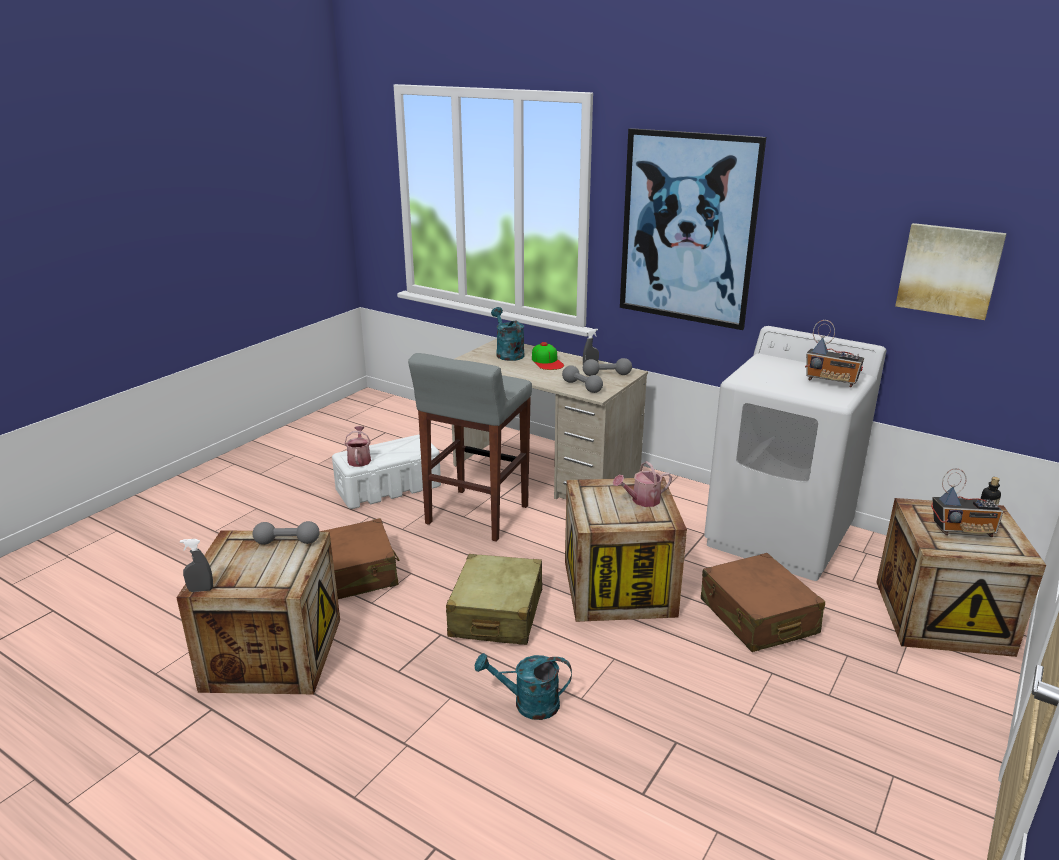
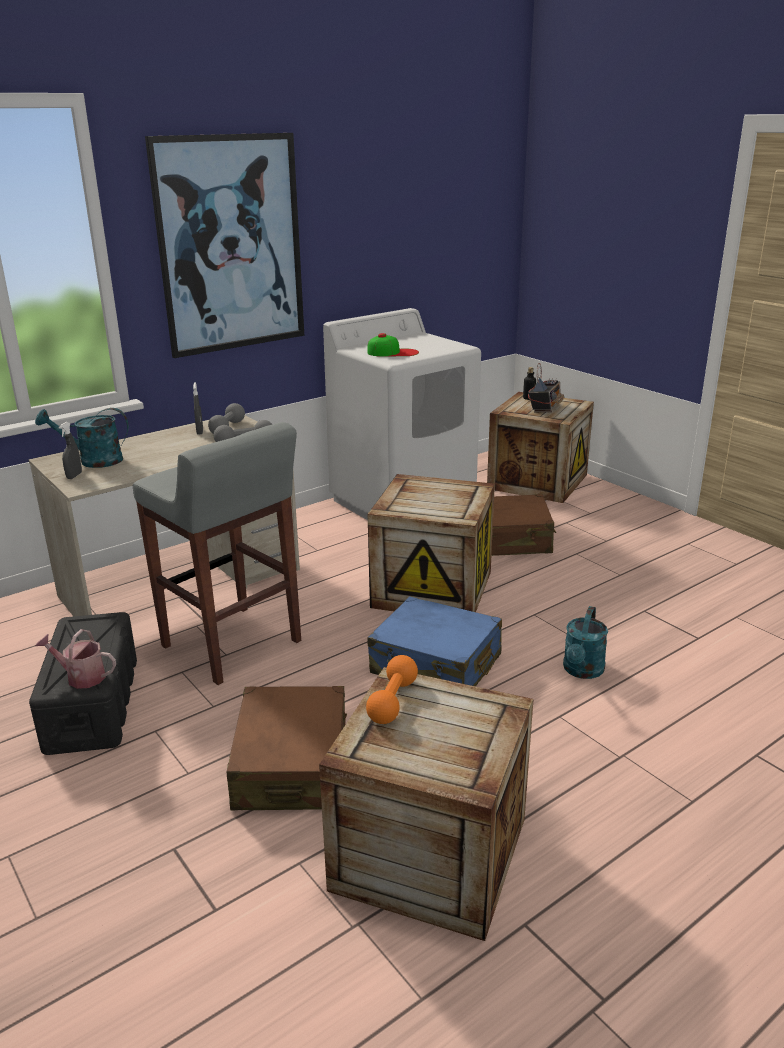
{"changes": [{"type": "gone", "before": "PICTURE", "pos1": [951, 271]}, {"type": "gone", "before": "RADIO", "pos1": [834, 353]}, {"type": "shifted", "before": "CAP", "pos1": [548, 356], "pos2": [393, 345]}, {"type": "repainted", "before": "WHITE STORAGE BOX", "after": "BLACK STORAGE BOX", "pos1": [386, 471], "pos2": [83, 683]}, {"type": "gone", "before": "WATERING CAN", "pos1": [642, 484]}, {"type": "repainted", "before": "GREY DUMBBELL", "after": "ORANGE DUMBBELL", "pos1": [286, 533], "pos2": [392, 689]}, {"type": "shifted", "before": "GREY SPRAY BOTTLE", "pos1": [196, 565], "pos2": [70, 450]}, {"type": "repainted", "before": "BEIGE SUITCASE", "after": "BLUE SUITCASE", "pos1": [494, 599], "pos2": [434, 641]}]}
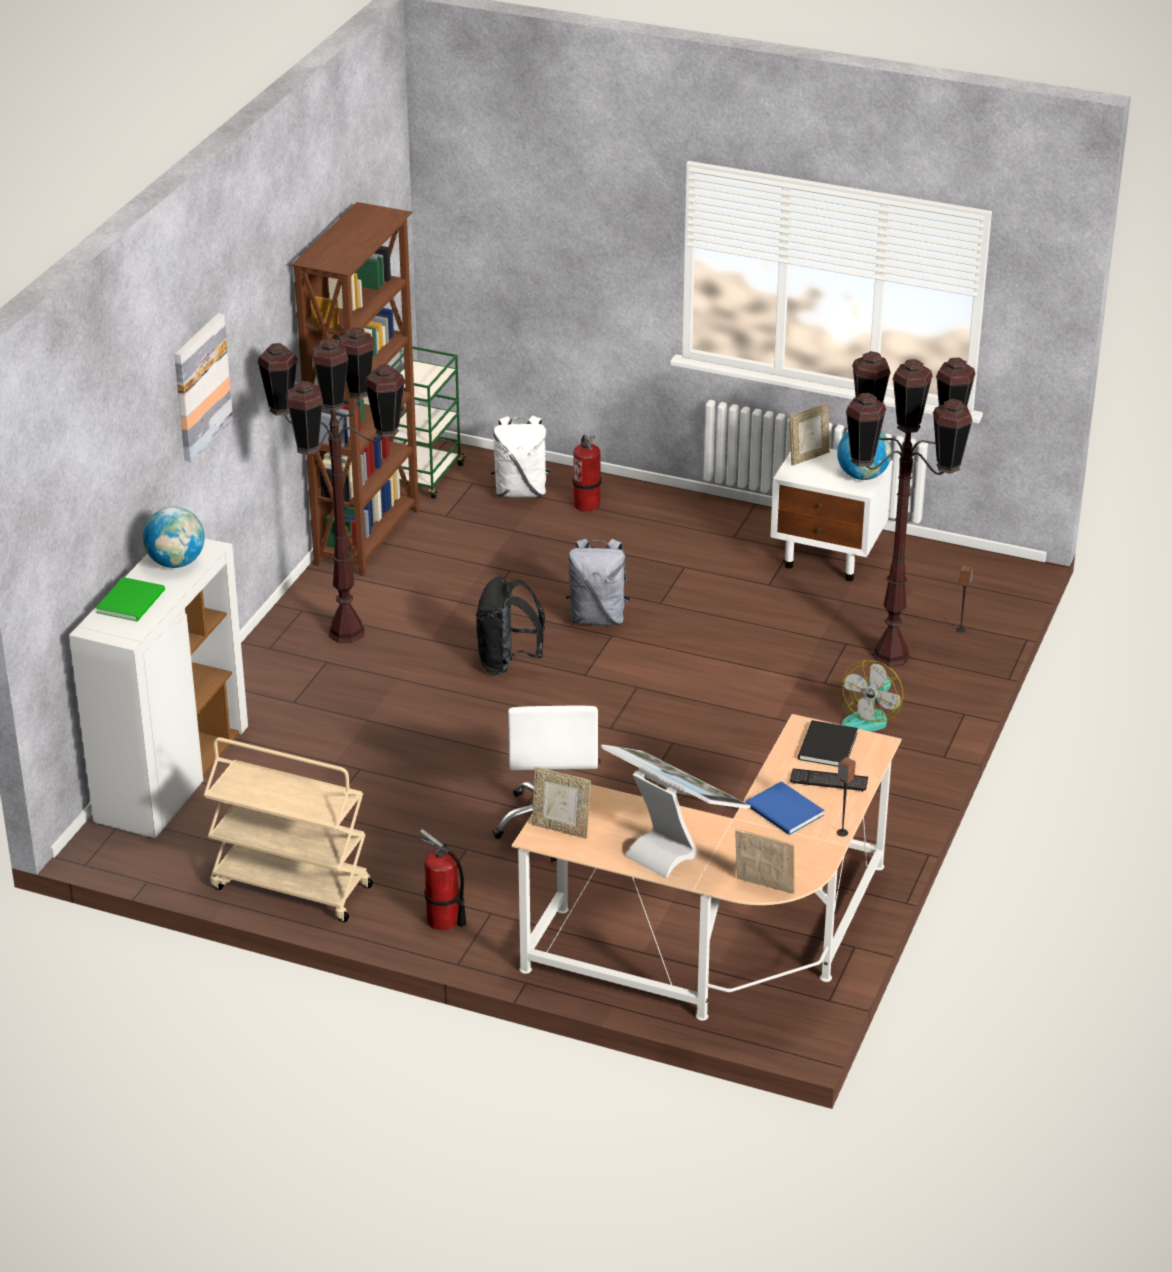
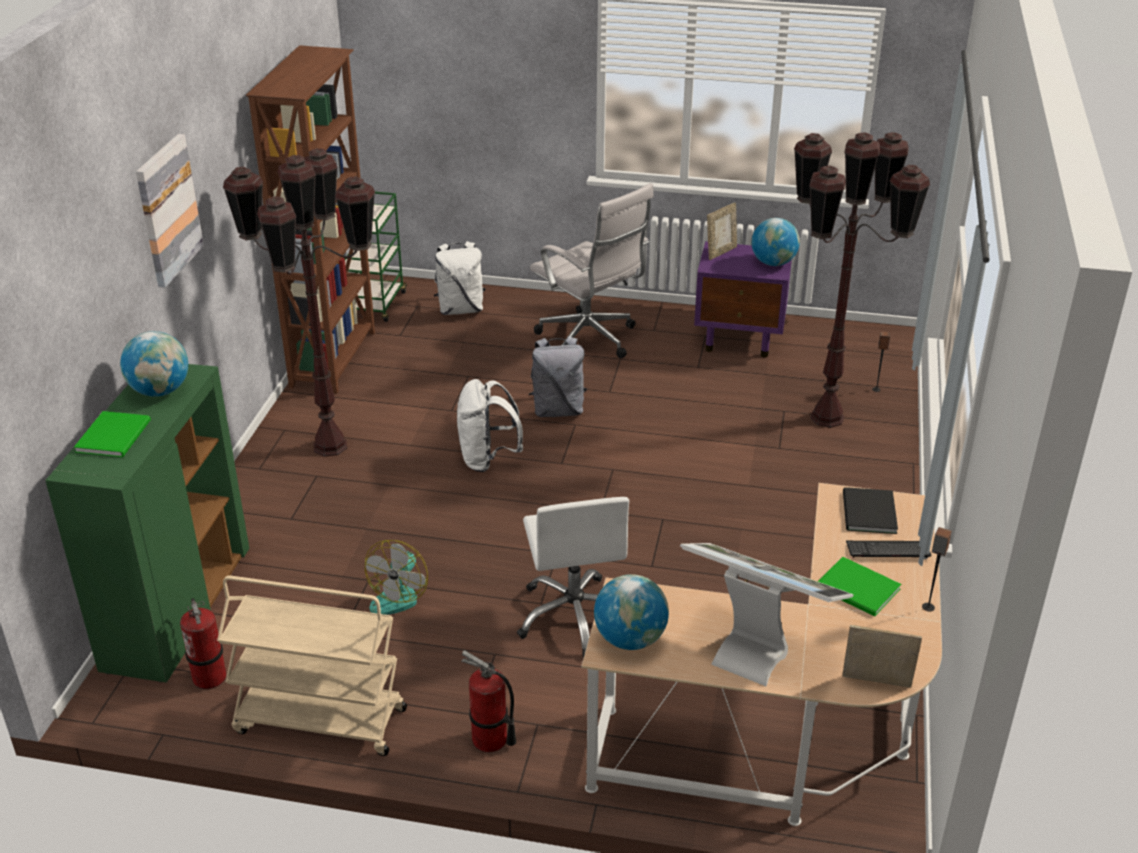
{"changes": [{"type": "shifted", "before": "FIRE EXTINGUISHER", "pos1": [587, 473], "pos2": [203, 643]}, {"type": "repainted", "before": "WHITE NIGHTSTAND", "after": "PURPLE NIGHTSTAND", "pos1": [831, 514], "pos2": [743, 299]}, {"type": "repainted", "before": "WHITE CABINET", "after": "GREEN CABINET", "pos1": [158, 688], "pos2": [147, 523]}, {"type": "repainted", "before": "BLACK BACKPACK", "after": "WHITE BACKPACK", "pos1": [510, 626], "pos2": [490, 425]}, {"type": "shifted", "before": "FAN", "pos1": [872, 696], "pos2": [396, 577]}, {"type": "swapped", "before": "PICTURE FRAME", "after": "GLOBE", "pos1": [561, 803], "pos2": [631, 612]}, {"type": "repainted", "before": "BLUE BOOK", "after": "GREEN BOOK", "pos1": [784, 808], "pos2": [859, 587]}, {"type": "new", "after": "WHITE OFFICE CHAIR", "pos2": [592, 270]}]}
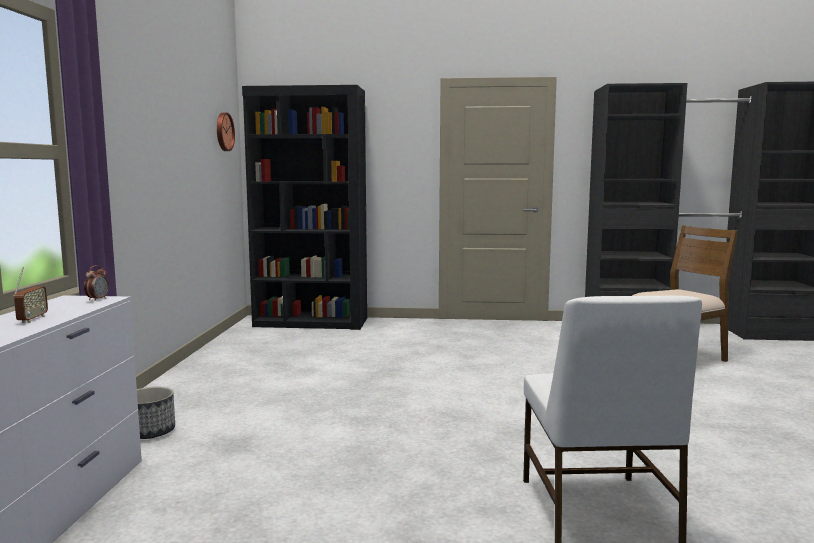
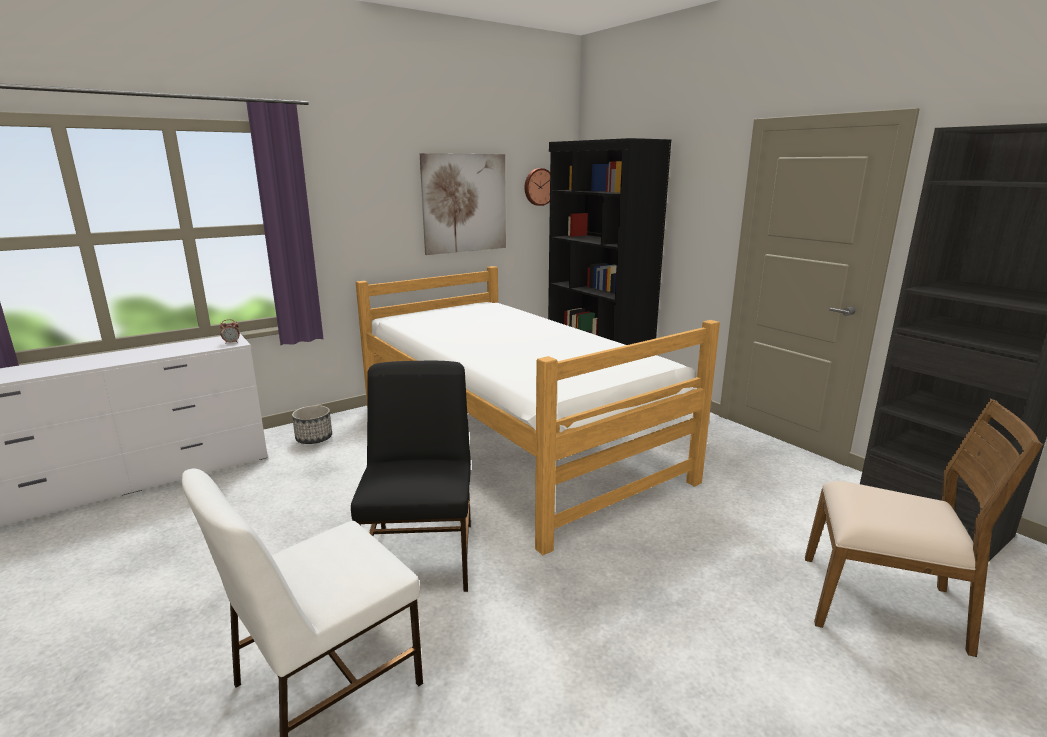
{"changes": [{"type": "gone", "before": "RADIO", "pos1": [30, 295]}, {"type": "new", "after": "PICTURE", "pos2": [463, 204]}, {"type": "new", "after": "BED", "pos2": [538, 410]}, {"type": "new", "after": "BLACK CHAIR", "pos2": [411, 476]}]}
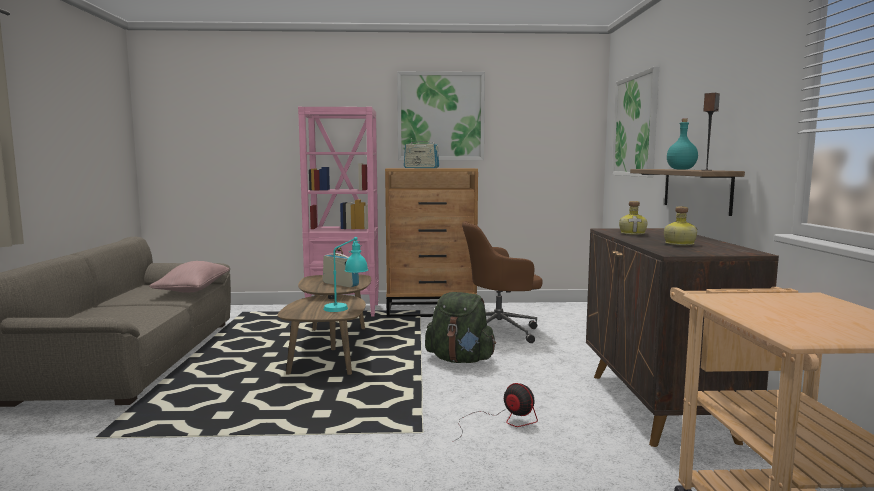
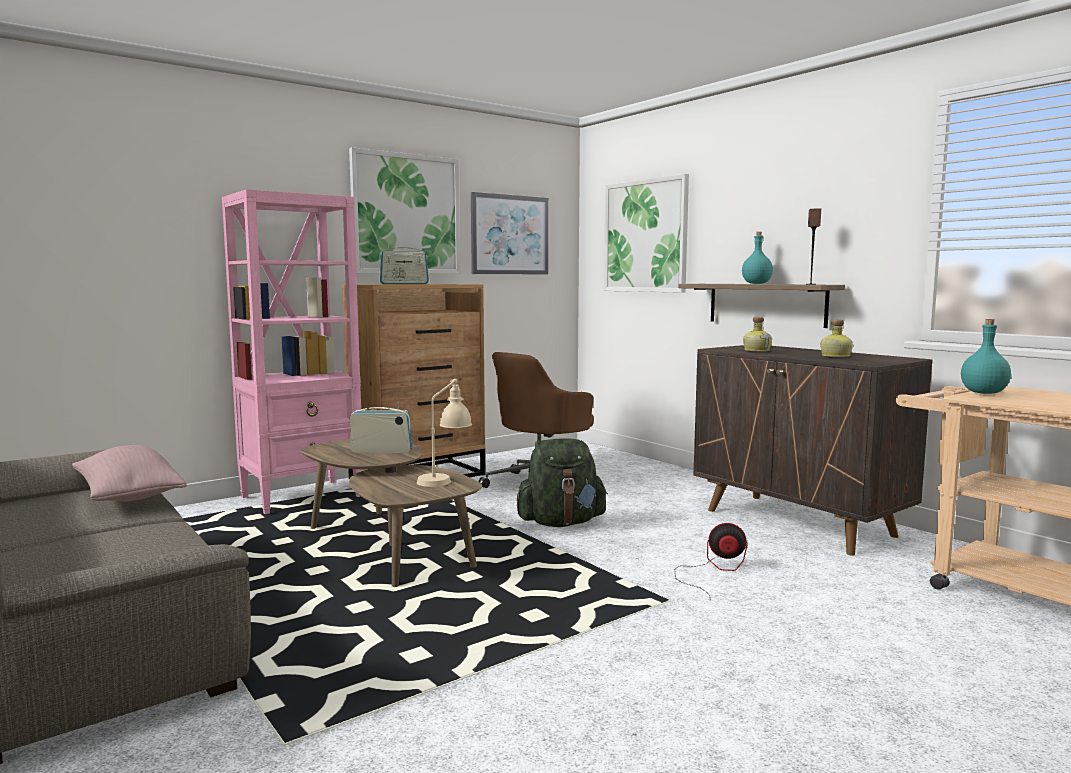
{"changes": [{"type": "repainted", "before": "TURQUOISE TABLE LAMP", "after": "BEIGE TABLE LAMP", "pos1": [345, 274], "pos2": [444, 433]}, {"type": "new", "after": "PICTURE", "pos2": [509, 233]}, {"type": "new", "after": "TURQUOISE BOTTLE", "pos2": [986, 356]}]}
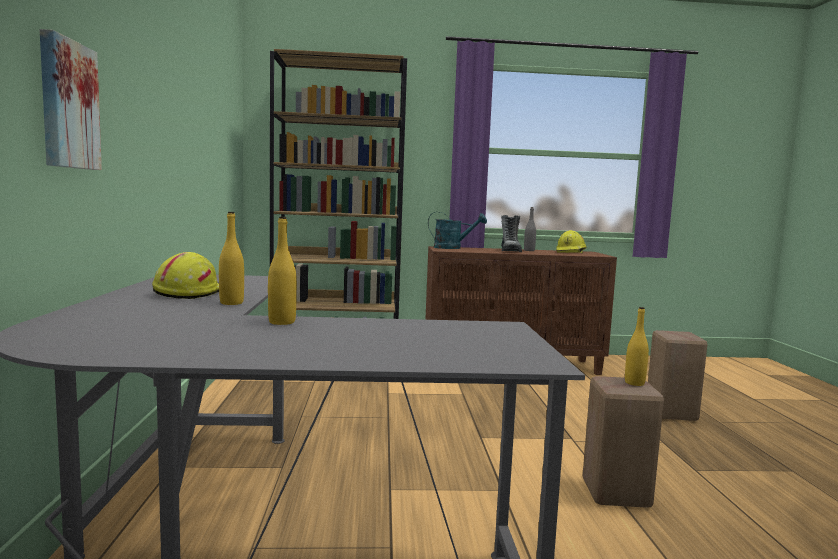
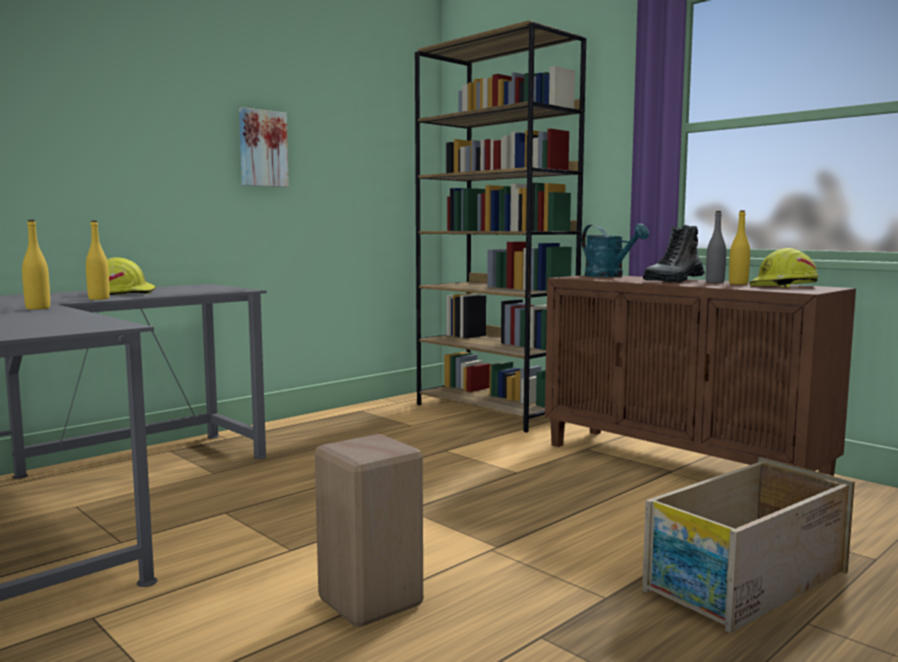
{"changes": [{"type": "shifted", "before": "PICTURE", "pos1": [71, 99], "pos2": [264, 147]}, {"type": "shifted", "before": "YELLOW BOTTLE", "pos1": [637, 346], "pos2": [739, 247]}, {"type": "swapped", "before": "BEIGE STOOL", "after": "CRATE", "pos1": [677, 375], "pos2": [748, 545]}]}
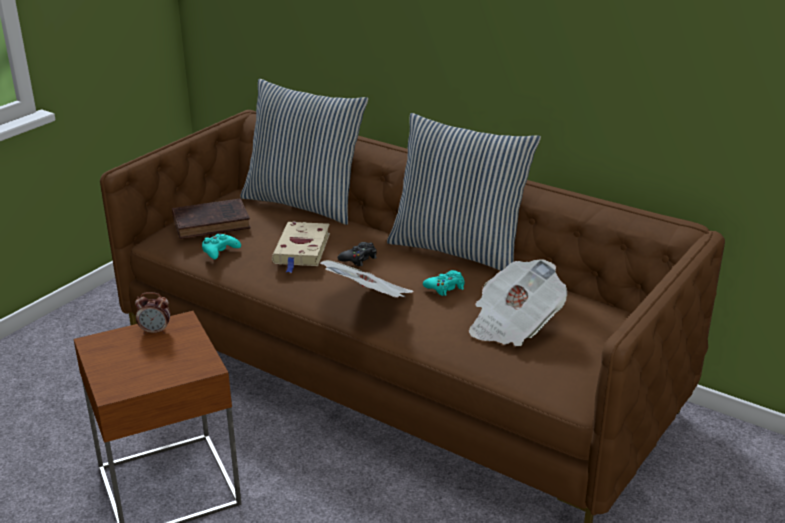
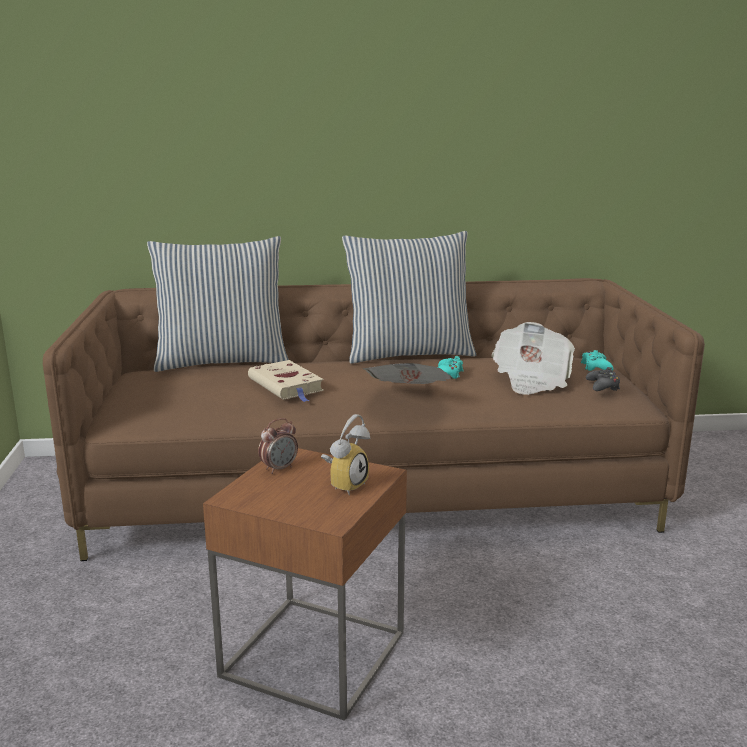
{"changes": [{"type": "gone", "before": "BROWN BOOK", "pos1": [211, 218]}, {"type": "shifted", "before": "TURQUOISE GAME CONTROLLER", "pos1": [221, 246], "pos2": [597, 360]}, {"type": "shifted", "before": "BLACK GAME CONTROLLER", "pos1": [357, 254], "pos2": [603, 379]}, {"type": "new", "after": "ALARM CLOCK", "pos2": [346, 454]}]}
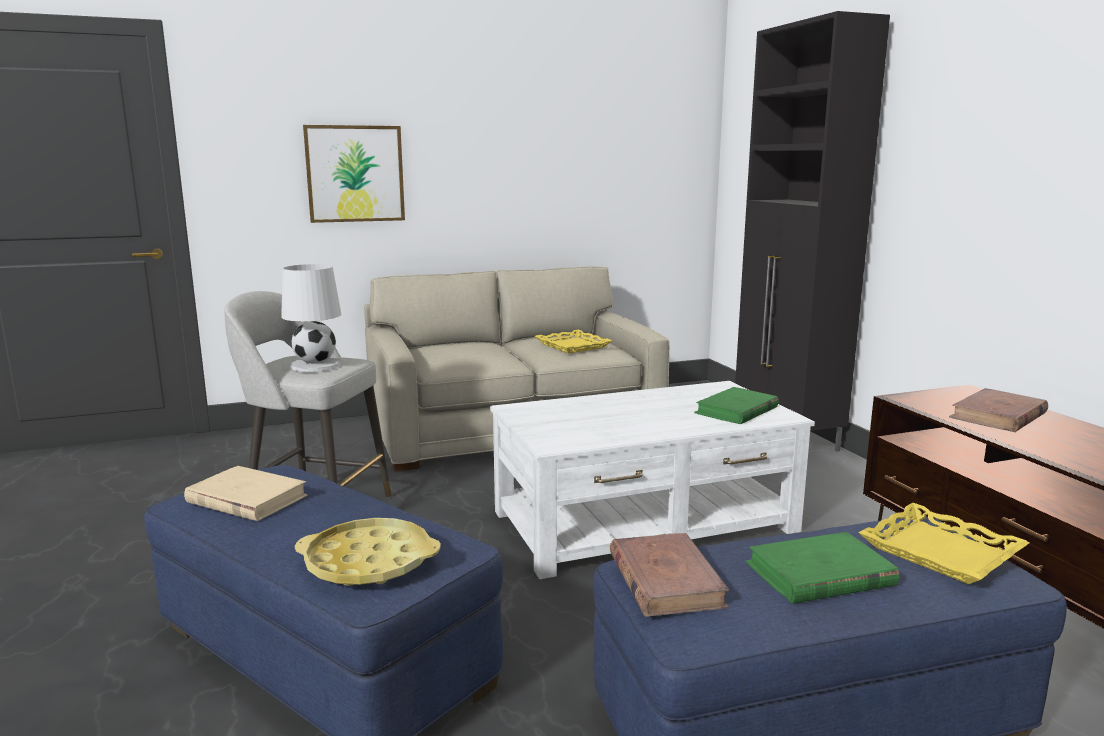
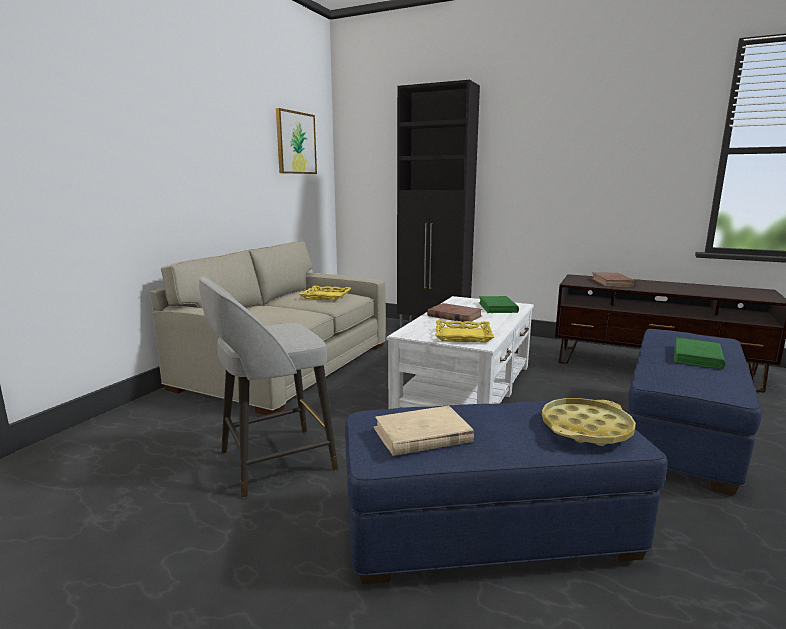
{"changes": [{"type": "shifted", "before": "PICTURE", "pos1": [354, 174], "pos2": [296, 141]}, {"type": "gone", "before": "WHITE TABLE LAMP", "pos1": [311, 318]}, {"type": "shifted", "before": "YELLOW TRAY", "pos1": [943, 543], "pos2": [464, 331]}, {"type": "shifted", "before": "BROWN BOOK", "pos1": [669, 575], "pos2": [455, 312]}]}
